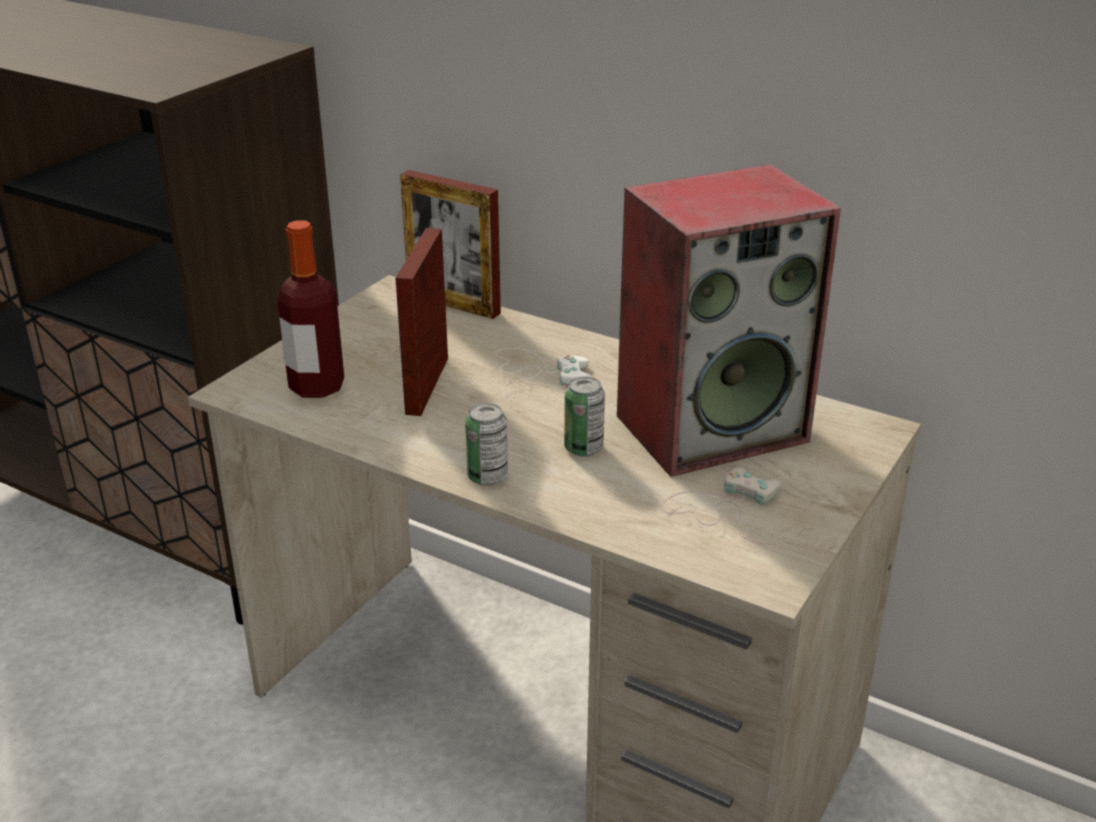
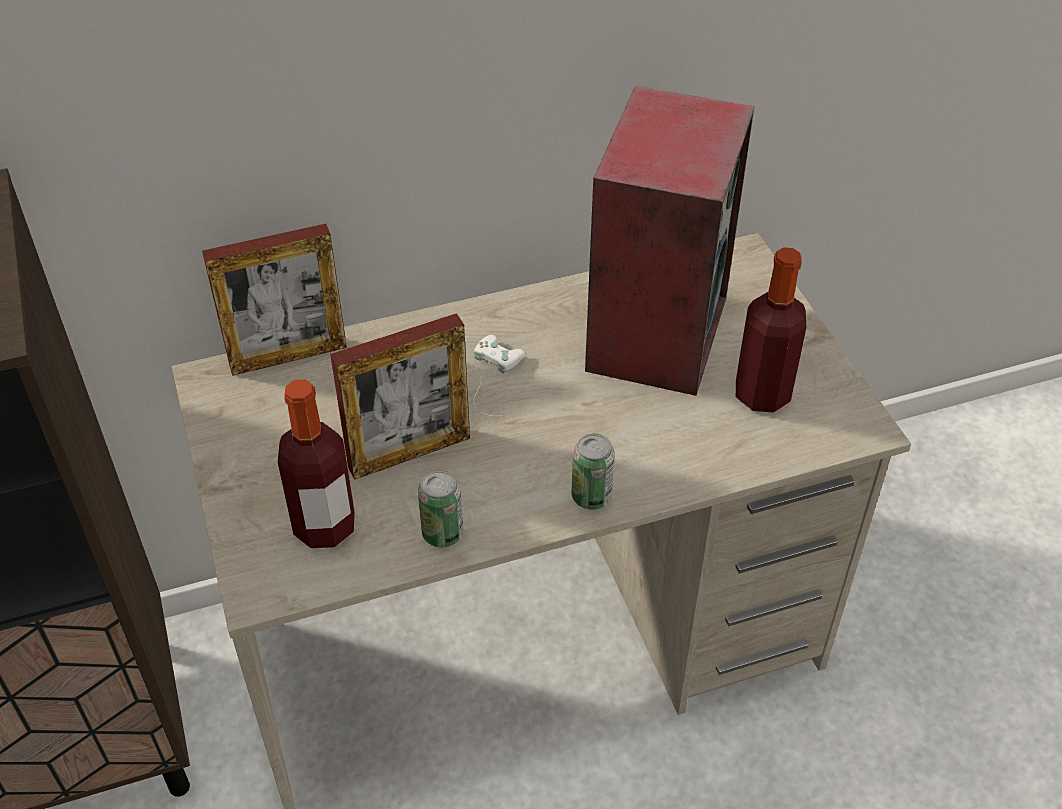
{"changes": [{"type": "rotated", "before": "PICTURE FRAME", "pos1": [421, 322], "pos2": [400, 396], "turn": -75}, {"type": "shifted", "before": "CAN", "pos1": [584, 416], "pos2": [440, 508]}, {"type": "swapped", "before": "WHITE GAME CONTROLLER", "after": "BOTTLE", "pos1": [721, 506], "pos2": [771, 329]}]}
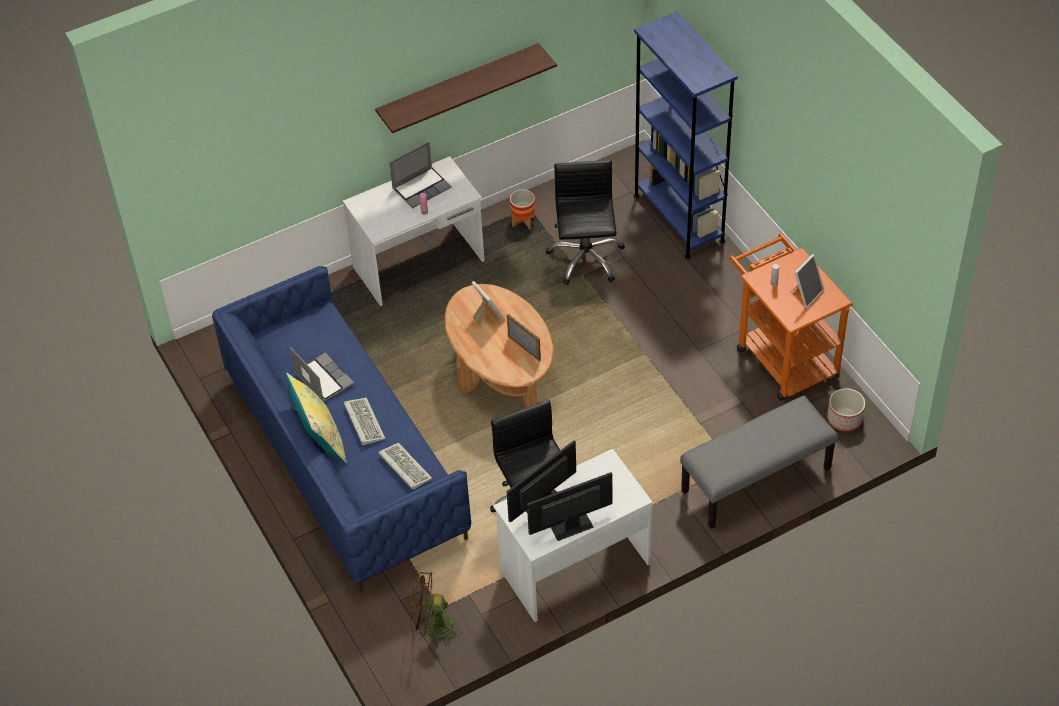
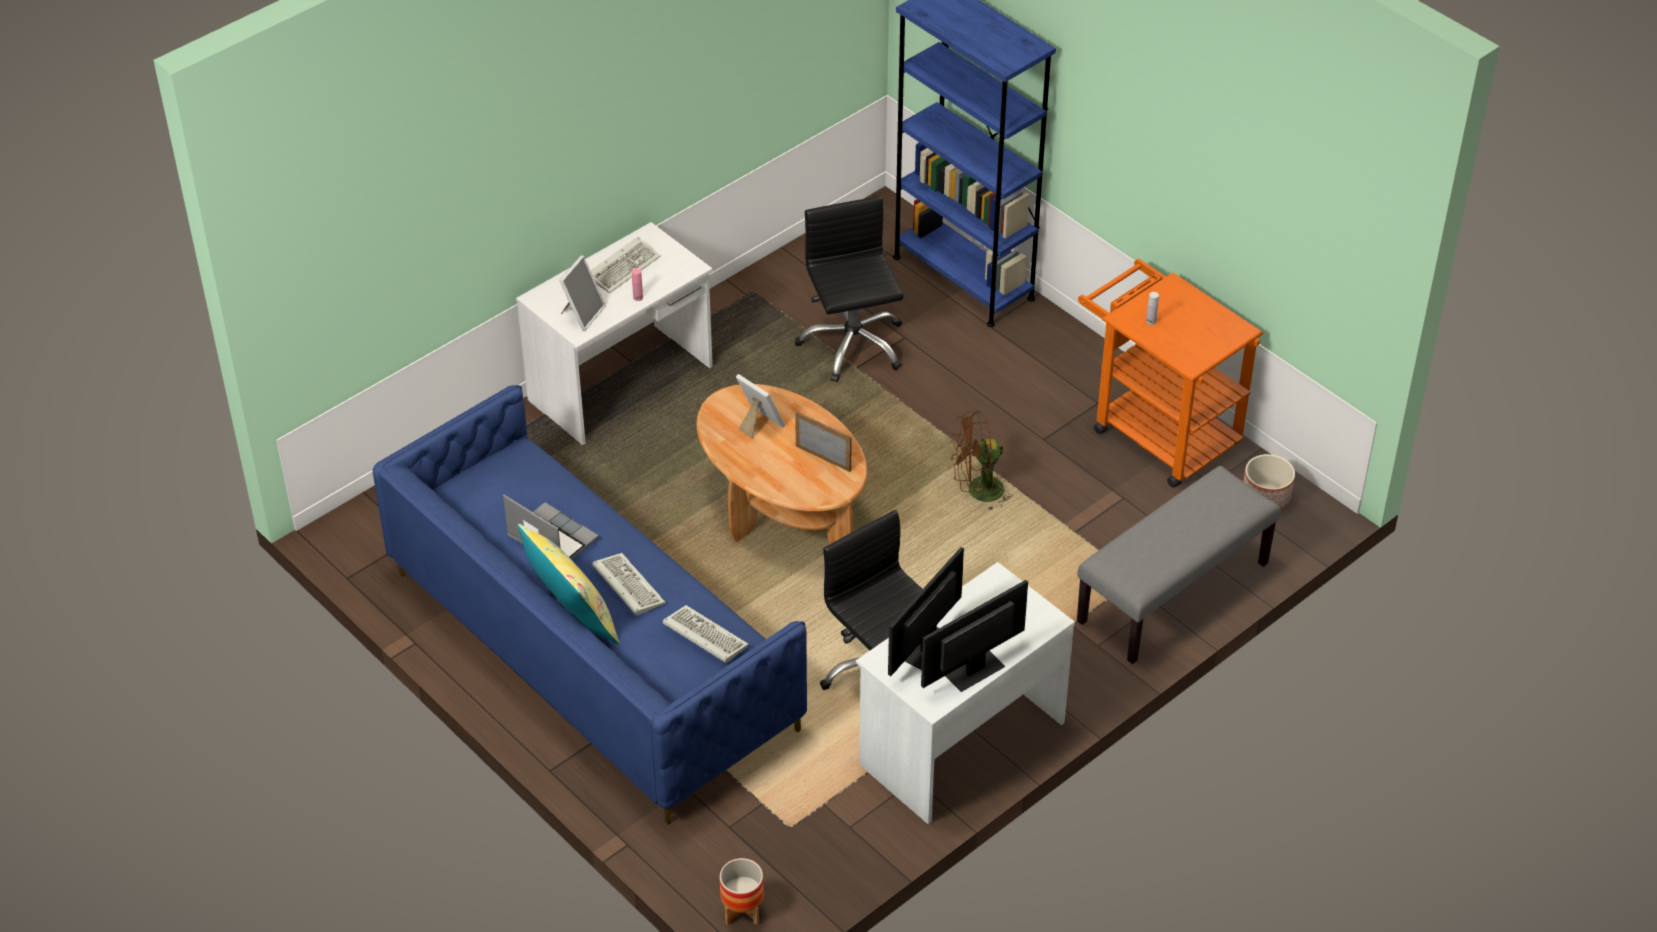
{"changes": [{"type": "gone", "before": "SHELF", "pos1": [466, 88]}, {"type": "swapped", "before": "LAPTOP", "after": "KEYBOARD", "pos1": [420, 175], "pos2": [625, 265]}, {"type": "shifted", "before": "PLANTER", "pos1": [522, 210], "pos2": [742, 891]}, {"type": "shifted", "before": "PICTURE FRAME", "pos1": [807, 281], "pos2": [582, 293]}, {"type": "shifted", "before": "BROWN FAN", "pos1": [435, 610], "pos2": [982, 461]}]}
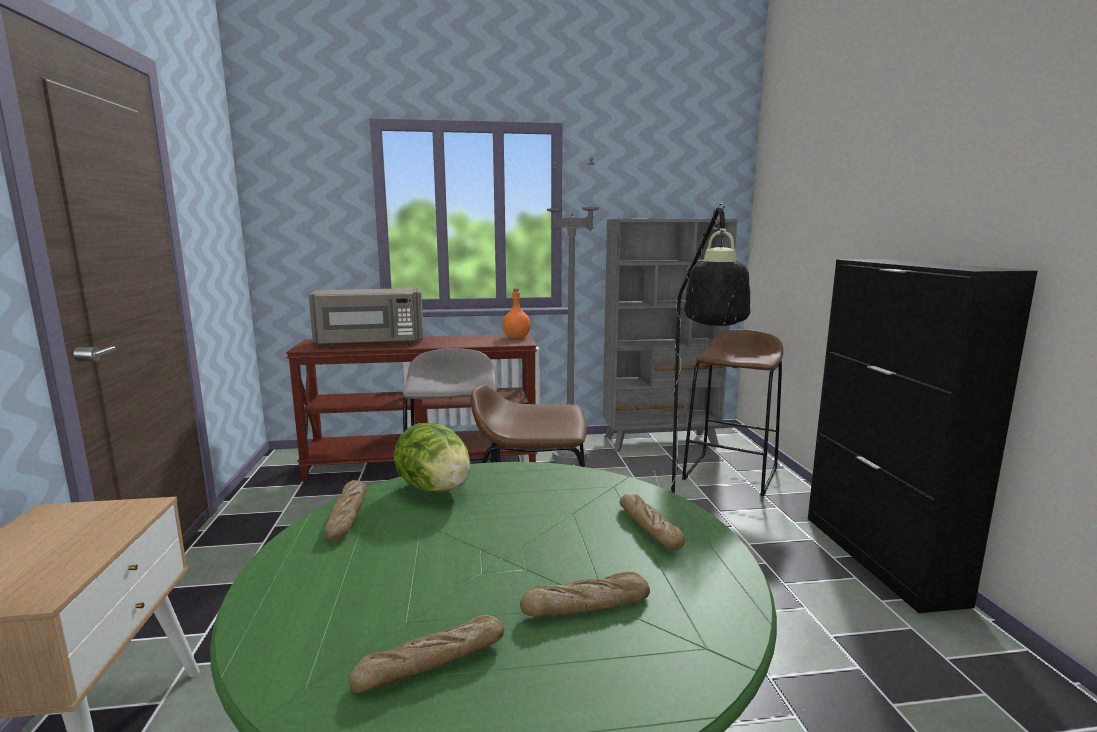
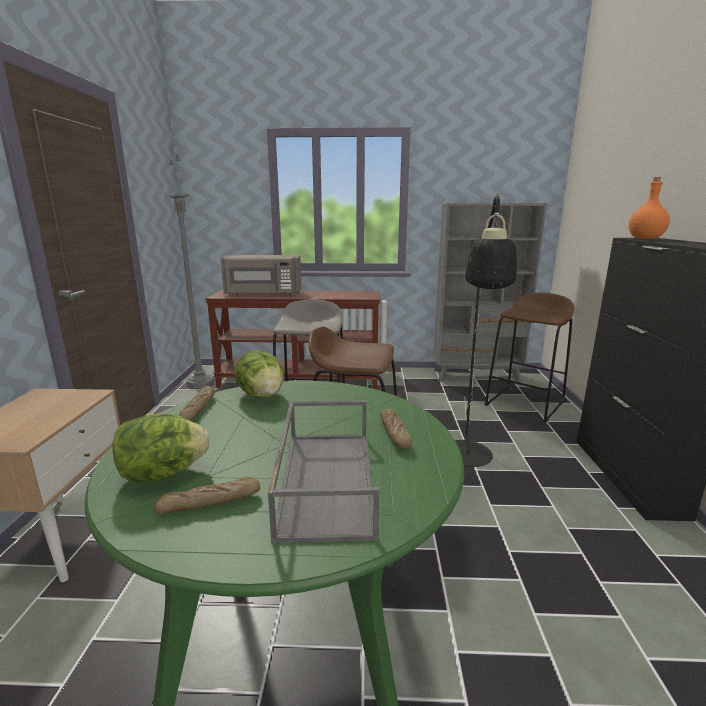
{"changes": [{"type": "shifted", "before": "GREY FLOOR LAMP", "pos1": [573, 310], "pos2": [191, 271]}, {"type": "shifted", "before": "ORANGE BOTTLE", "pos1": [516, 313], "pos2": [649, 208]}, {"type": "swapped", "before": "BREAD", "after": "GREY TRAY", "pos1": [585, 594], "pos2": [323, 472]}, {"type": "new", "after": "LETTUCE", "pos2": [161, 448]}]}
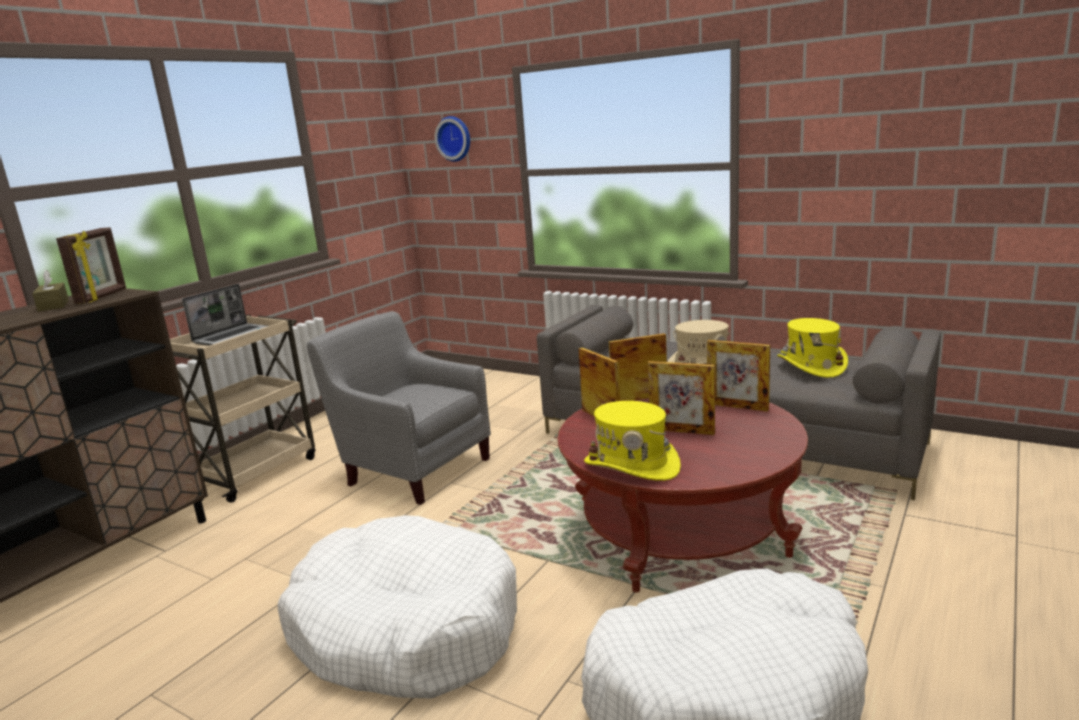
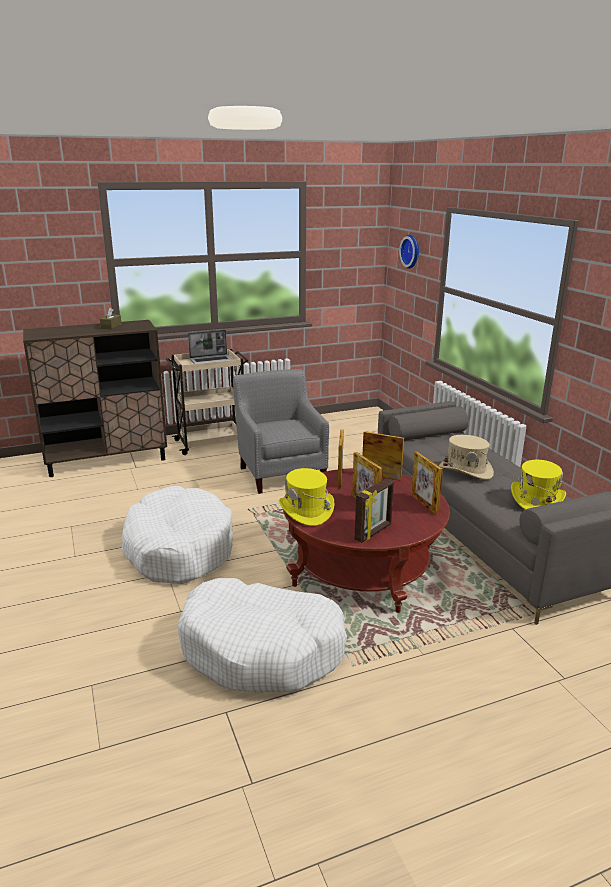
{"changes": [{"type": "shifted", "before": "PICTURE FRAME", "pos1": [91, 265], "pos2": [374, 510]}]}
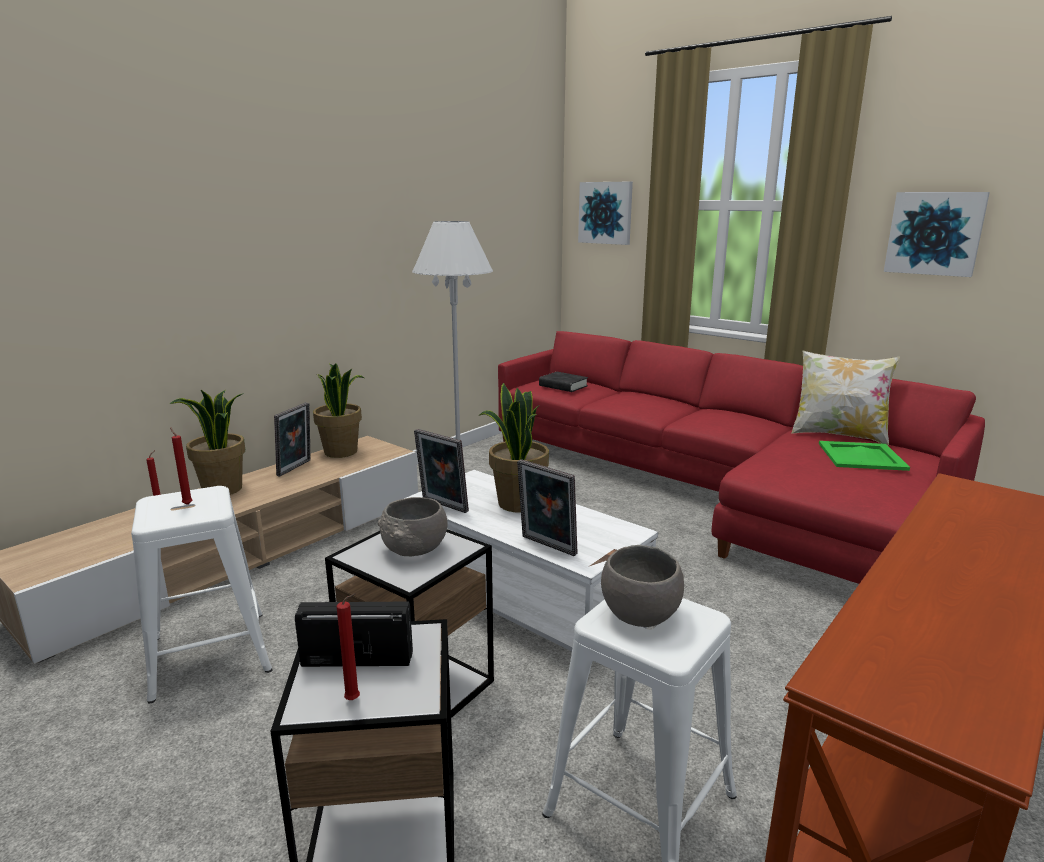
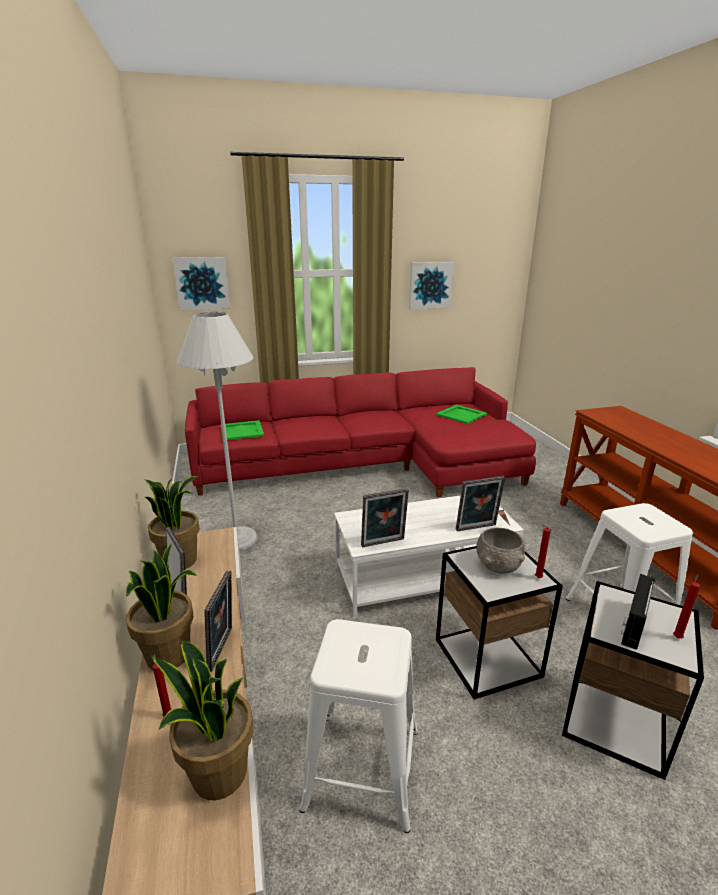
{"changes": [{"type": "gone", "before": "PILLOW", "pos1": [845, 398]}, {"type": "swapped", "before": "BLACK BOOK", "after": "GREEN TRAY", "pos1": [563, 382], "pos2": [242, 430]}, {"type": "shifted", "before": "POTTED PLANT", "pos1": [514, 448], "pos2": [202, 721]}, {"type": "shifted", "before": "RED CANDLE", "pos1": [181, 466], "pos2": [543, 551]}, {"type": "gone", "before": "GREY BOWL", "pos1": [642, 586]}, {"type": "new", "after": "PICTURE FRAME", "pos2": [218, 621]}]}
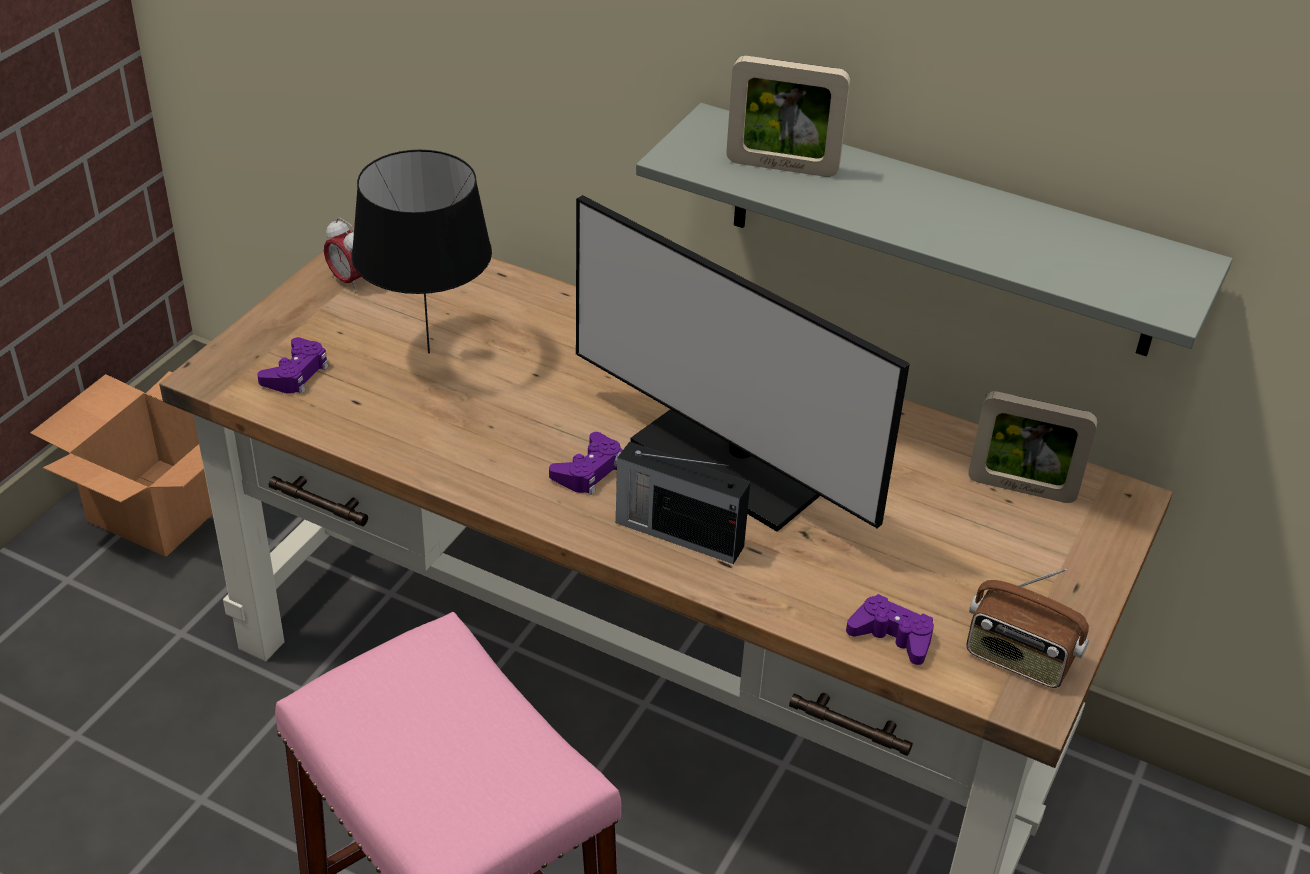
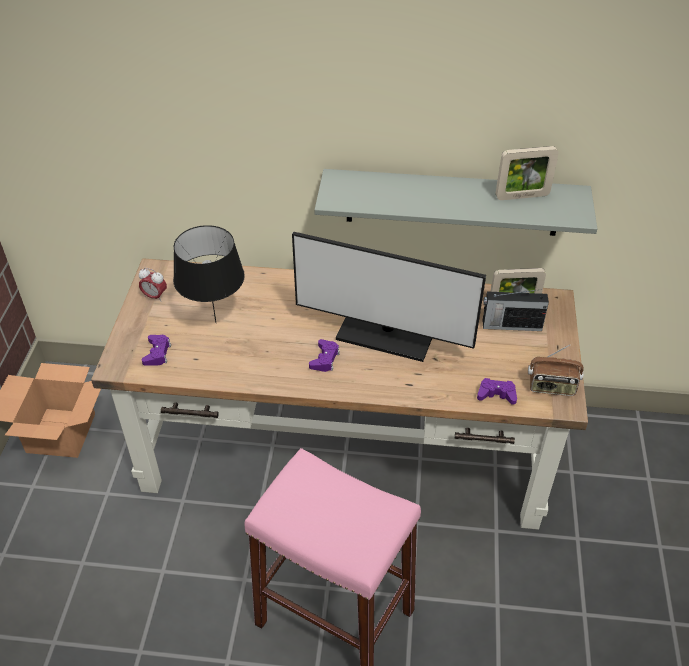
{"changes": [{"type": "shifted", "before": "PICTURE FRAME", "pos1": [788, 116], "pos2": [527, 173]}, {"type": "shifted", "before": "RADIO", "pos1": [682, 503], "pos2": [515, 310]}]}
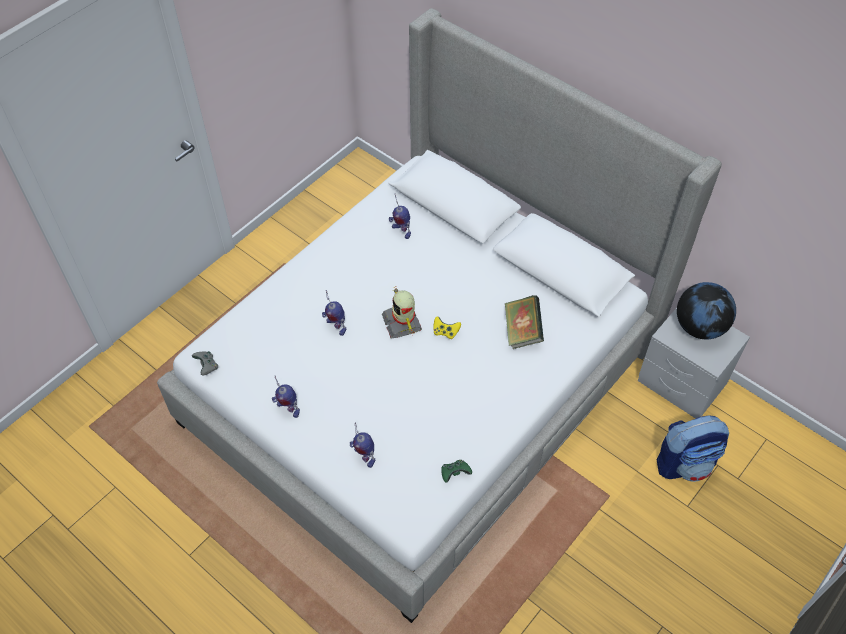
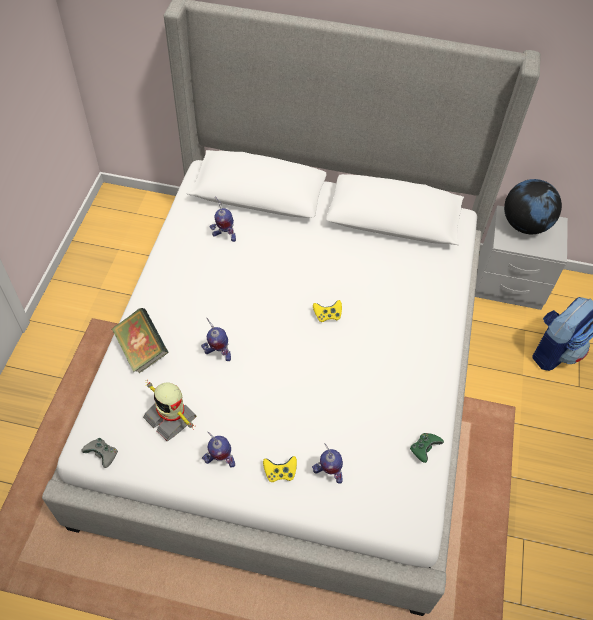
{"changes": [{"type": "shifted", "before": "TOY ROBOT", "pos1": [402, 312], "pos2": [170, 411]}, {"type": "shifted", "before": "BOOK", "pos1": [524, 322], "pos2": [140, 340]}, {"type": "new", "after": "YELLOW GAME CONTROLLER", "pos2": [280, 469]}]}
